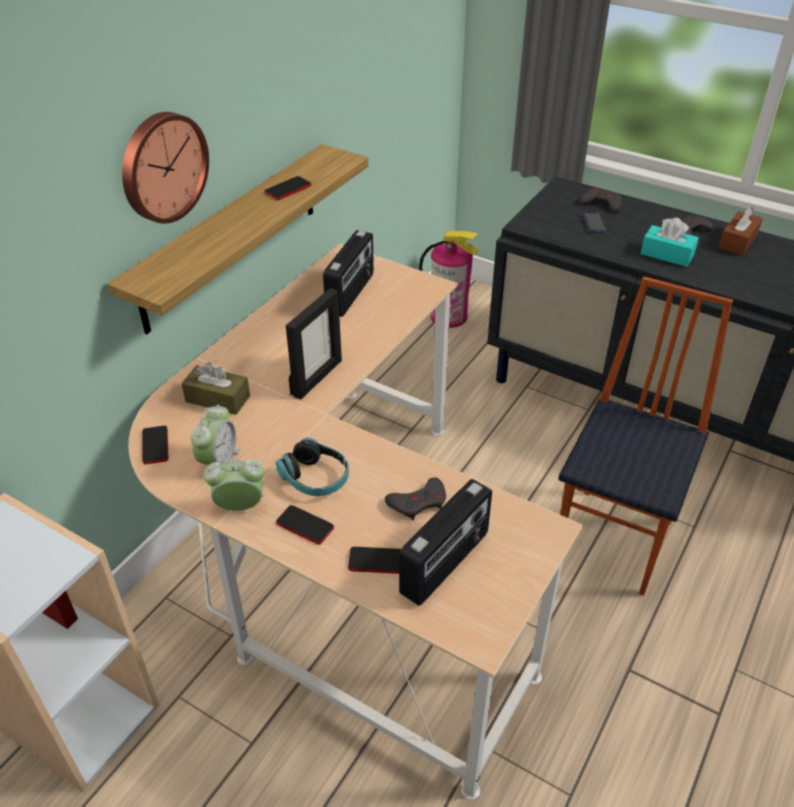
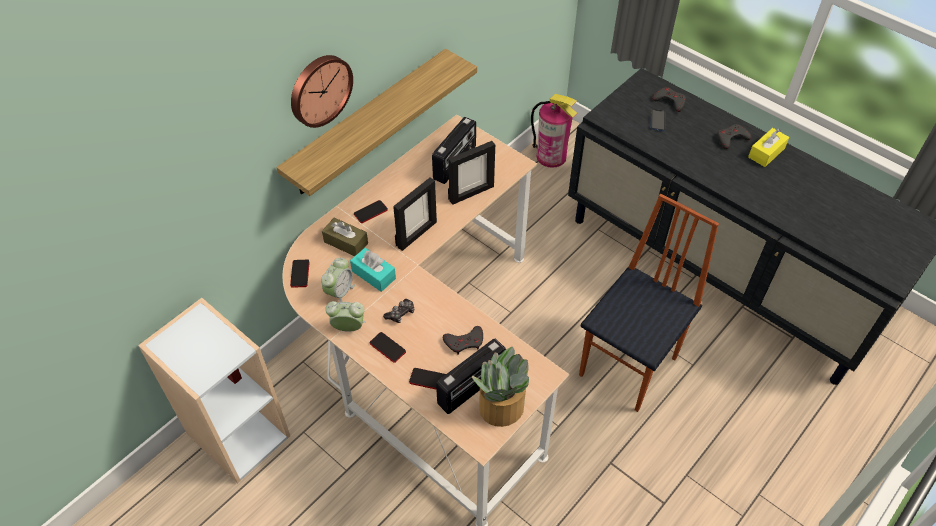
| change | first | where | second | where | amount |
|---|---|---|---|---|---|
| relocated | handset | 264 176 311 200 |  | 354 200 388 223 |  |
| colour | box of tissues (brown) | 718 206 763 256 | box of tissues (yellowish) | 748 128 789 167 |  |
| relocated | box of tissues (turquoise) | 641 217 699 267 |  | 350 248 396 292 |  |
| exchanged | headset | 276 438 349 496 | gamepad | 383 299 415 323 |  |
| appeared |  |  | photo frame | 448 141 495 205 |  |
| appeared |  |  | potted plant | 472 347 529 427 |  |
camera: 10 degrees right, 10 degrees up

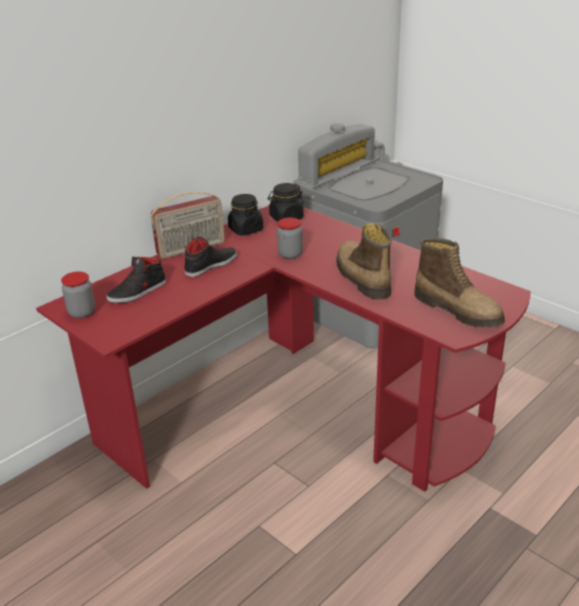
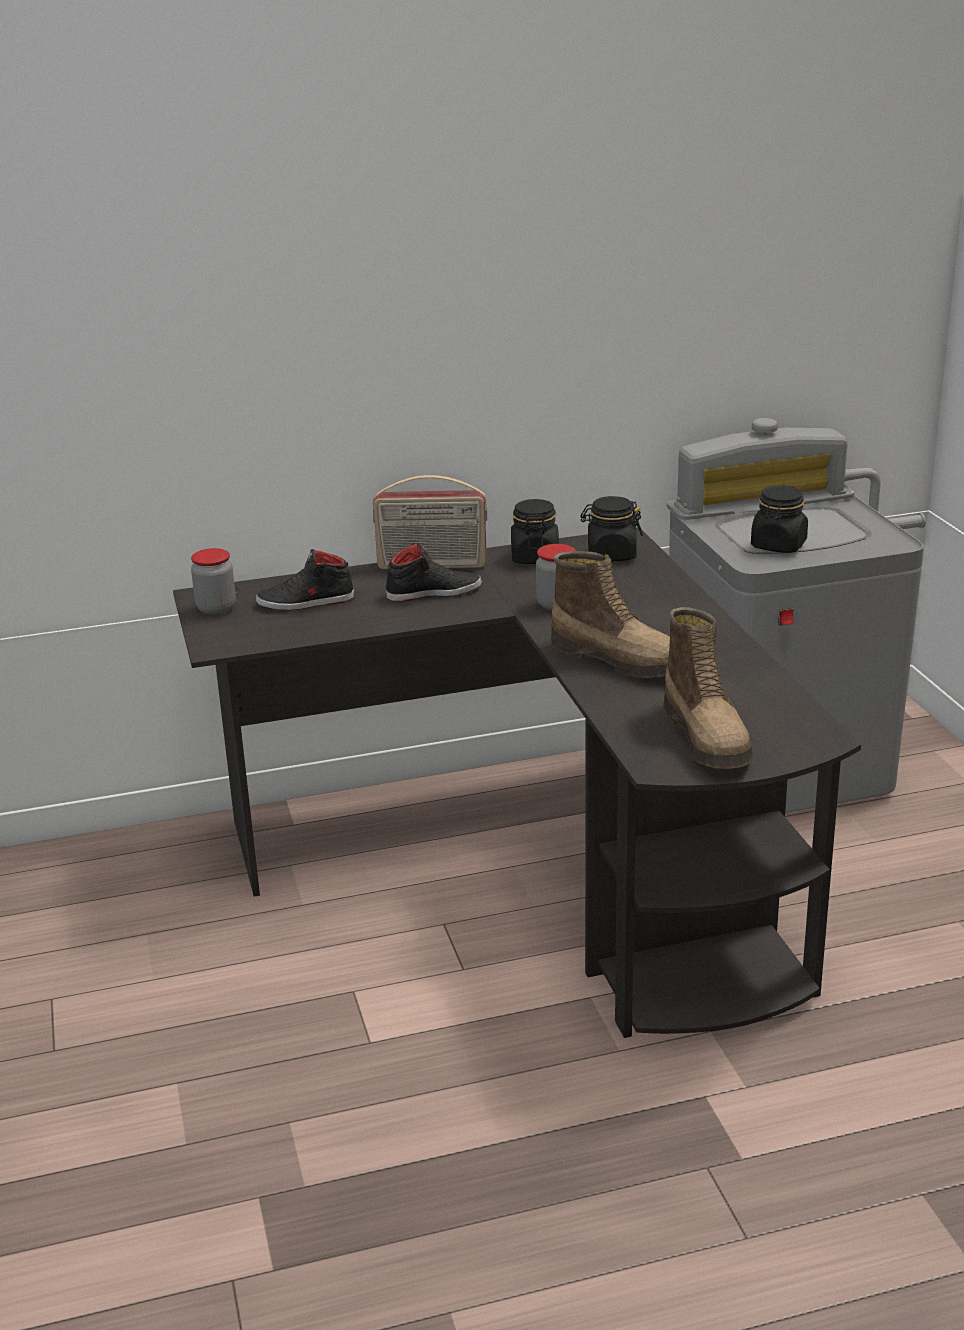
| change | first | where | second | where | amount |
|---|---|---|---|---|---|
| colour | desk (red) | 36 205 531 492 | desk (black-coloured) | 173 528 861 1038 |  |
| spun | high-top boot | 336 223 392 300 |  | 551 551 670 678 | 120 degrees clockwise |
| appeared |  |  | preserve jar (black-coloured) | 751 485 808 553 |  |
camera: 30 degrees right, 5 degrees down

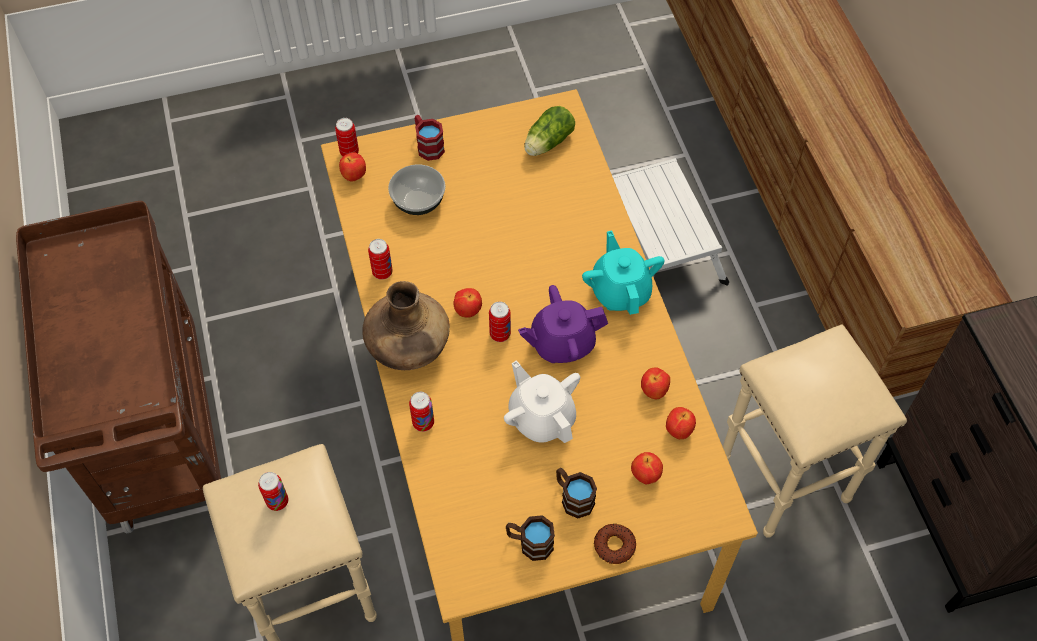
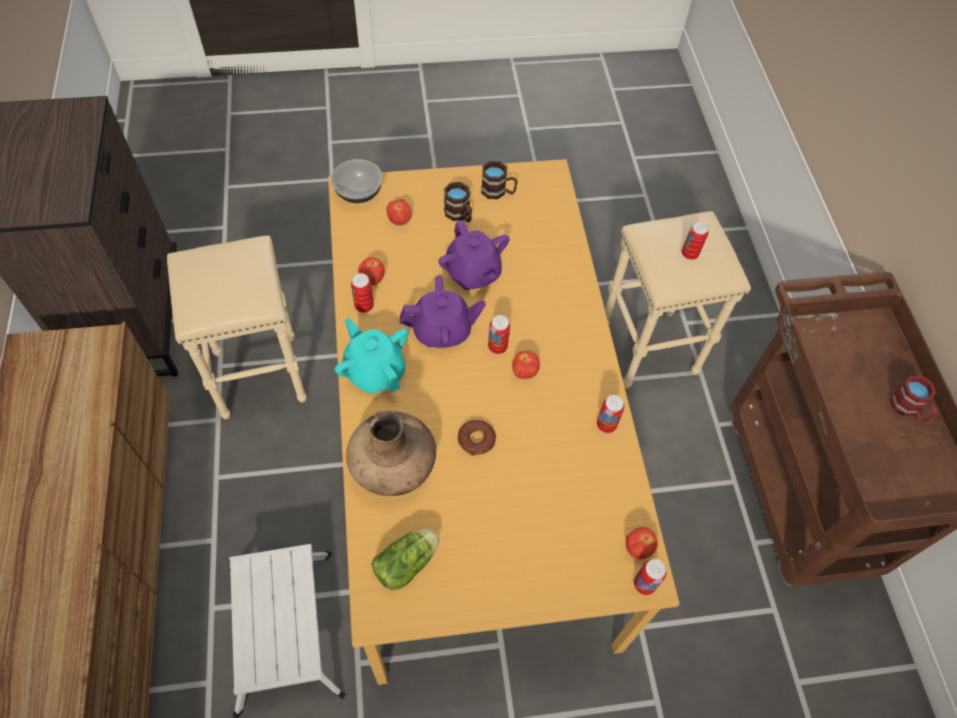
| change | first | where | second | where | amount |
|---|---|---|---|---|---|
| relocated | coffee mug (red) | 415 115 445 161 |  | 889 376 938 422 |  |
| relocated | deep dish | 388 164 445 215 |  | 331 159 382 203 |  |
| spun | tea pot (turquoise) | 582 231 665 315 |  | 335 318 408 393 | 150 degrees clockwise |
| relocated | decorative vase (brown) | 362 281 450 370 |  | 346 410 436 496 |  |
| colour | tea pot (whitish) | 504 360 580 443 | tea pot (purple) | 439 220 510 290 |  |
| relocated | sealed can | 409 392 434 432 |  | 351 273 374 313 |  |
| missing | apple fruit | 666 407 696 439 |  |  |  |
| relocated | doughnut | 594 524 636 564 |  | 458 420 496 456 |  |
camera: 175 degrees left, 0 degrees up

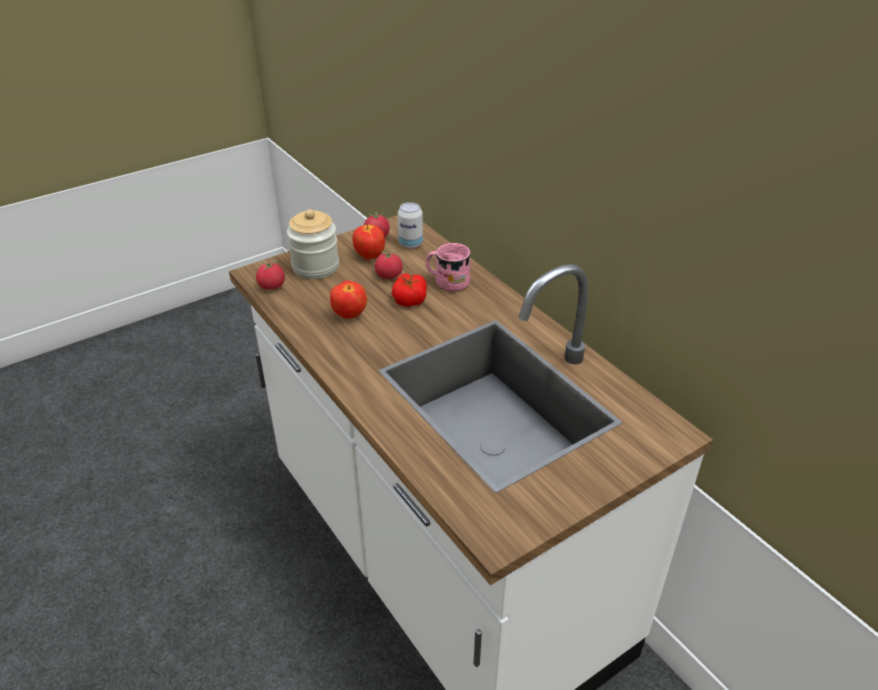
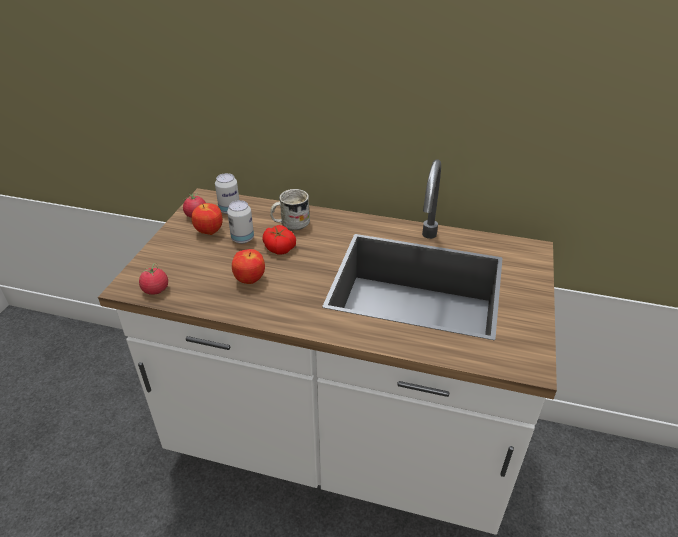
| change | first | where | second | where | amount |
|---|---|---|---|---|---|
| missing | preserve jar | 287 209 339 279 |  |  |  |
| colour | coffee mug (pinkish) | 426 243 471 292 | coffee mug (whitish) | 270 189 310 231 |  |
| exchanged | whole tomato | 375 250 403 279 | sealed can | 227 200 254 244 |  |
camera: 40 degrees left, 0 degrees up

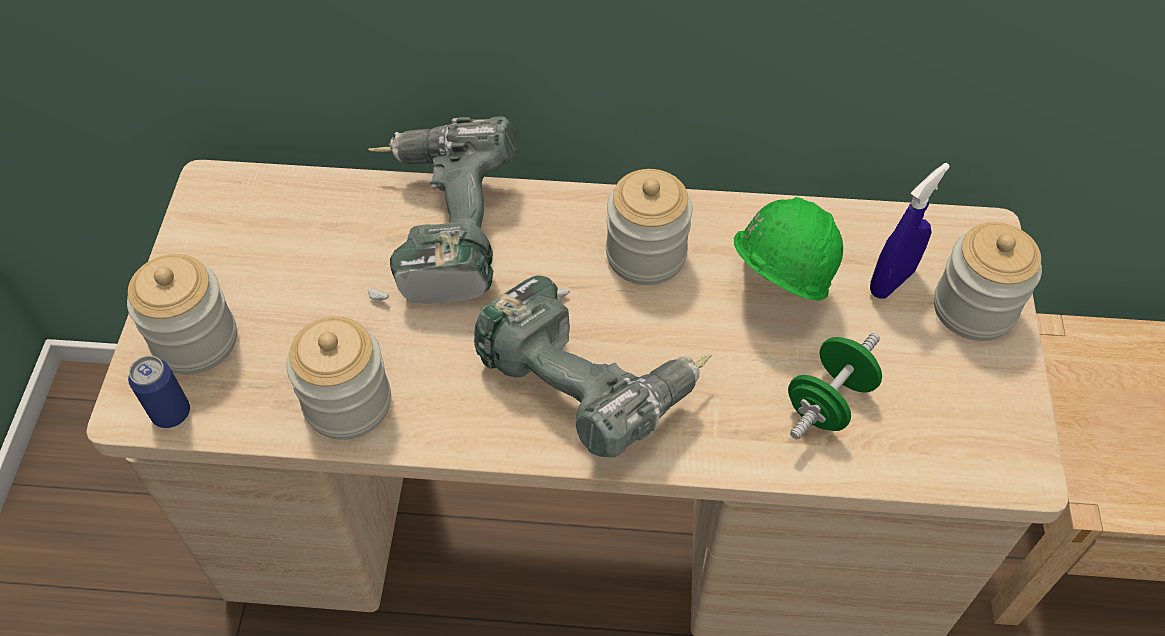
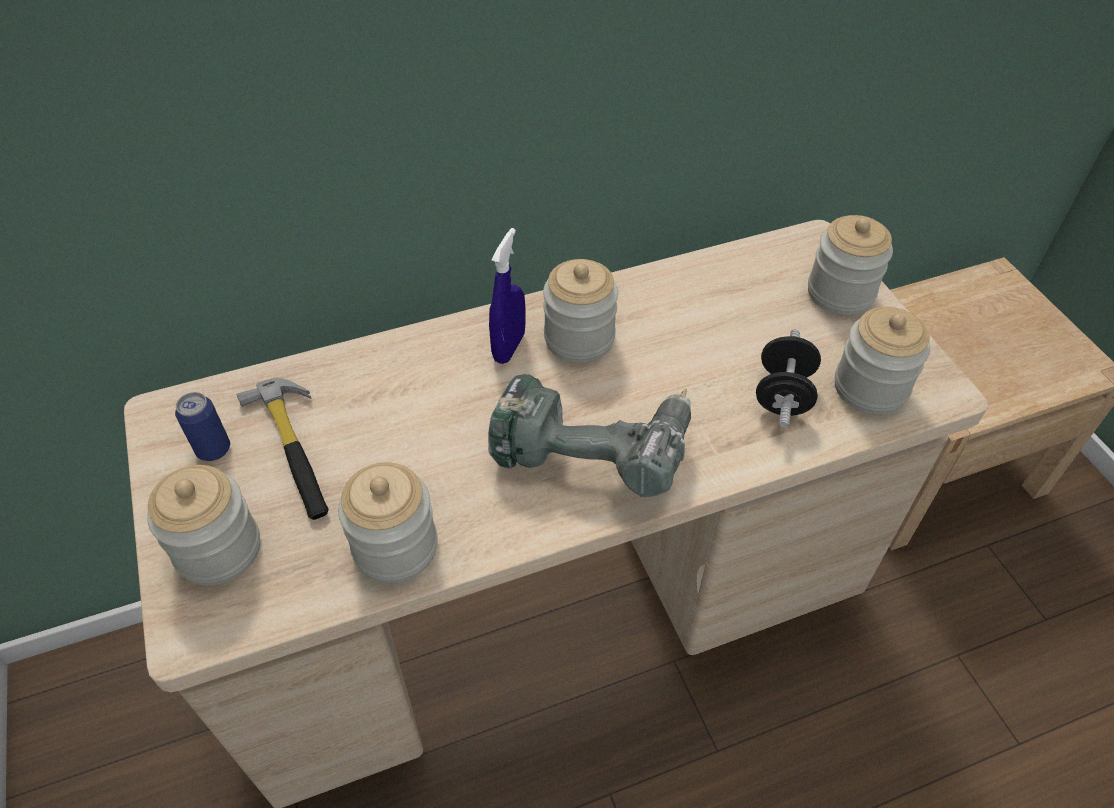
| change | first | where | second | where | amount |
|---|---|---|---|---|---|
| missing | drill | 368 116 516 304 |  |  |  |
| relocated | sprayer (blue-coloured) | 870 163 950 299 |  | 489 228 525 364 |  |
| missing | safety helmet (greenish) | 733 197 843 301 |  |  |  |
| colour | dumbbell (greenish) | 788 333 882 439 | dumbbell (black-coloured) | 756 329 821 428 |  |
| relocated | sealed can | 128 356 190 428 |  | 175 392 230 461 |  |
| appeared |  |  | preserve jar | 835 307 930 415 |  |
| appeared |  |  | tool hammer | 236 378 329 520 |  |
camera: 25 degrees left, 5 degrees down

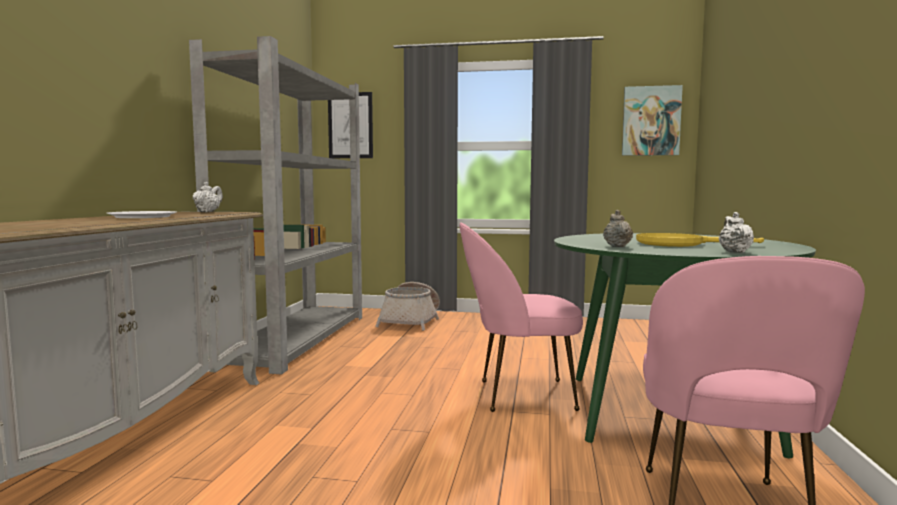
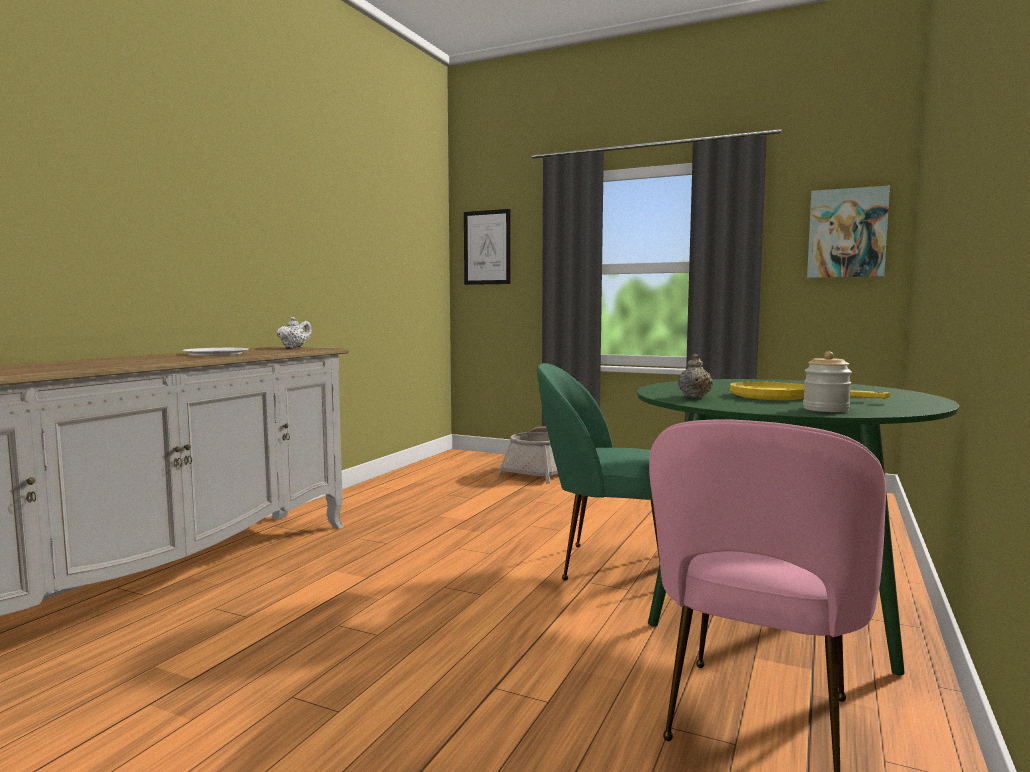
| change | first | where | second | where | amount |
|---|---|---|---|---|---|
| missing | shelving unit (greyish) | 189 36 362 374 |  |  |  |
| exchanged | tea pot (whitish) | 719 212 754 253 | preserve jar | 803 351 852 412 |  |
| colour | chair (pinkish) | 459 222 583 412 | chair (greenish) | 537 363 660 581 |  |
camera: 15 degrees right, 0 degrees up

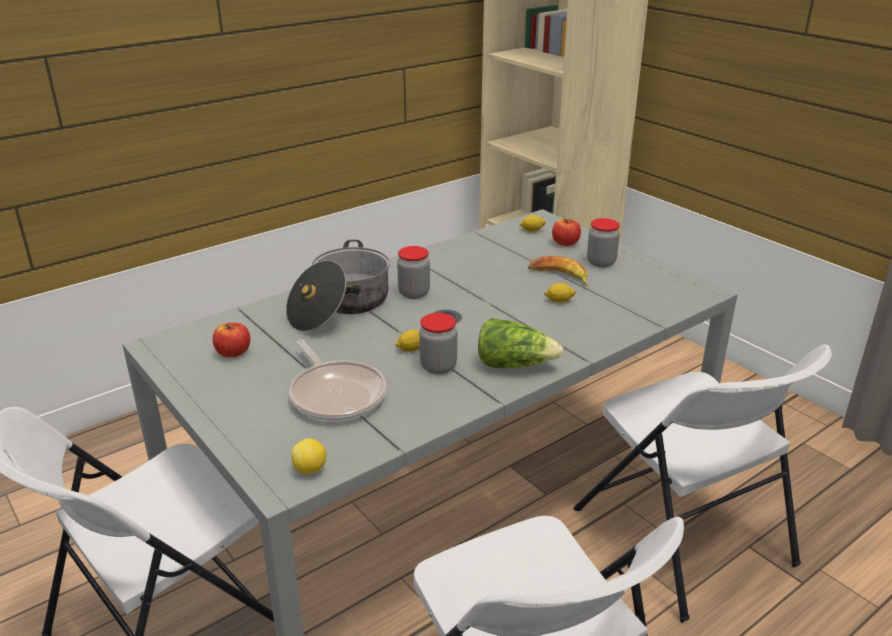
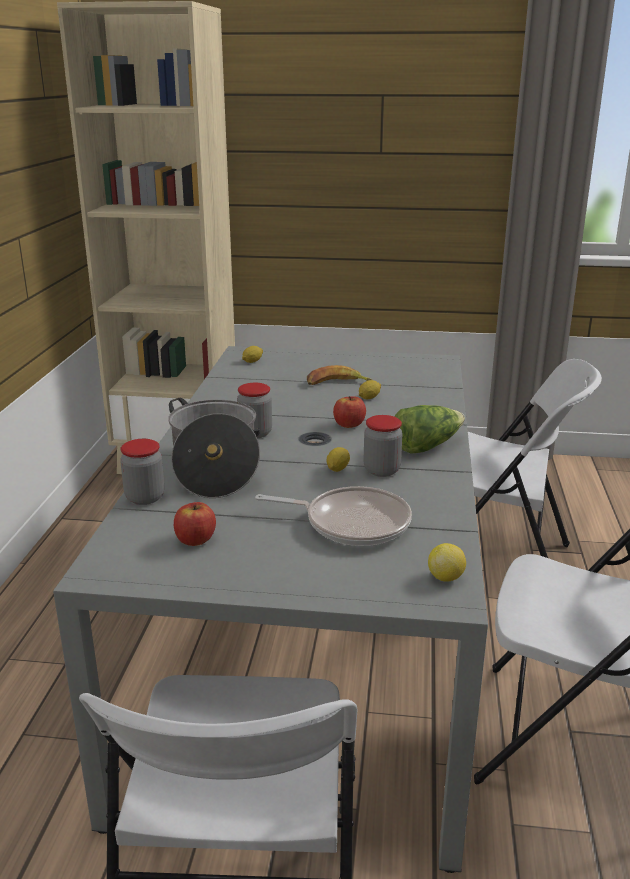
| change | first | where | second | where | amount |
|---|---|---|---|---|---|
| relocated | preserve jar | 587 218 620 268 |  | 120 439 164 505 |  |
| relocated | apple fruit | 552 219 581 246 |  | 333 396 366 428 |  |
camera: 45 degrees left, 5 degrees down

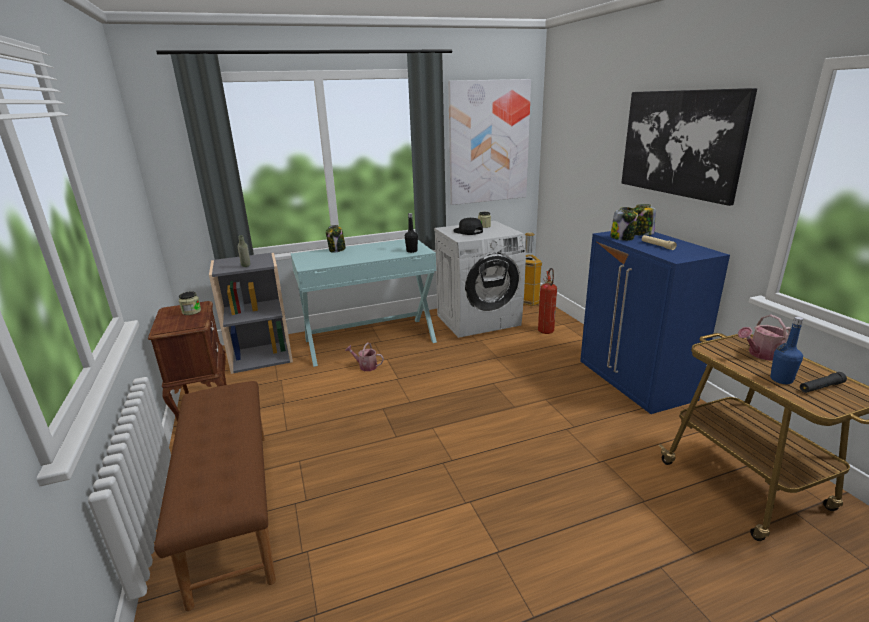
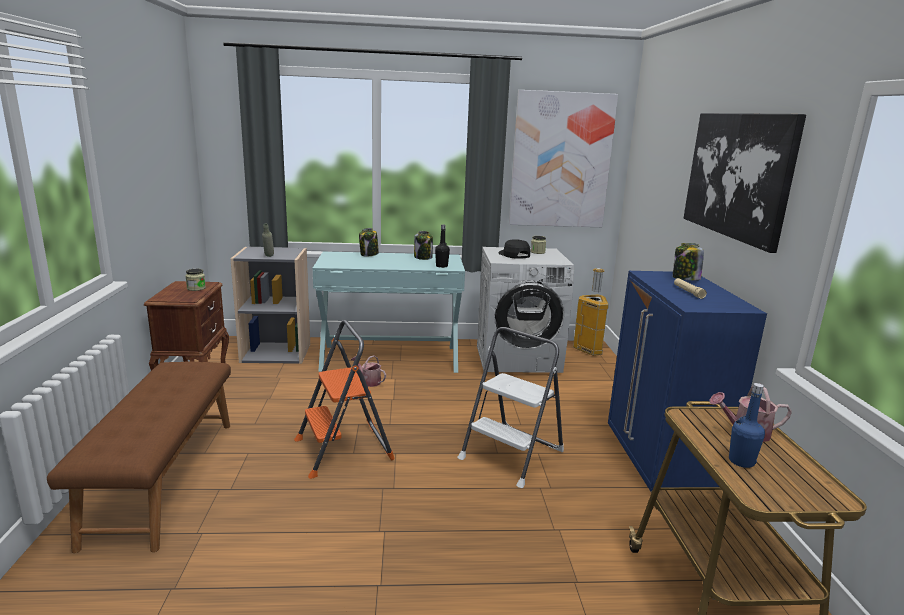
| change | first | where | second | where | amount |
|---|---|---|---|---|---|
| relocated | preserve jar | 610 207 638 241 |  | 414 231 433 260 |  |
| missing | fire extinguisher | 538 268 557 334 |  |  |  |
| missing | hand torch (black-coloured) | 800 372 847 393 |  |  |  |
| appeared |  |  | step ladder (orangey) | 294 320 394 479 |  |
| appeared |  |  | step ladder (whitish) | 457 327 564 488 |  |
camera: 15 degrees right, 5 degrees down

